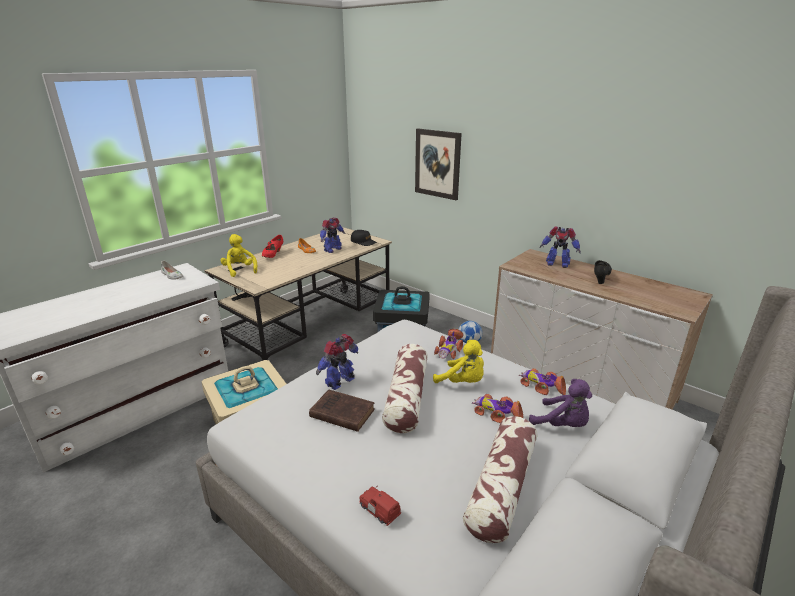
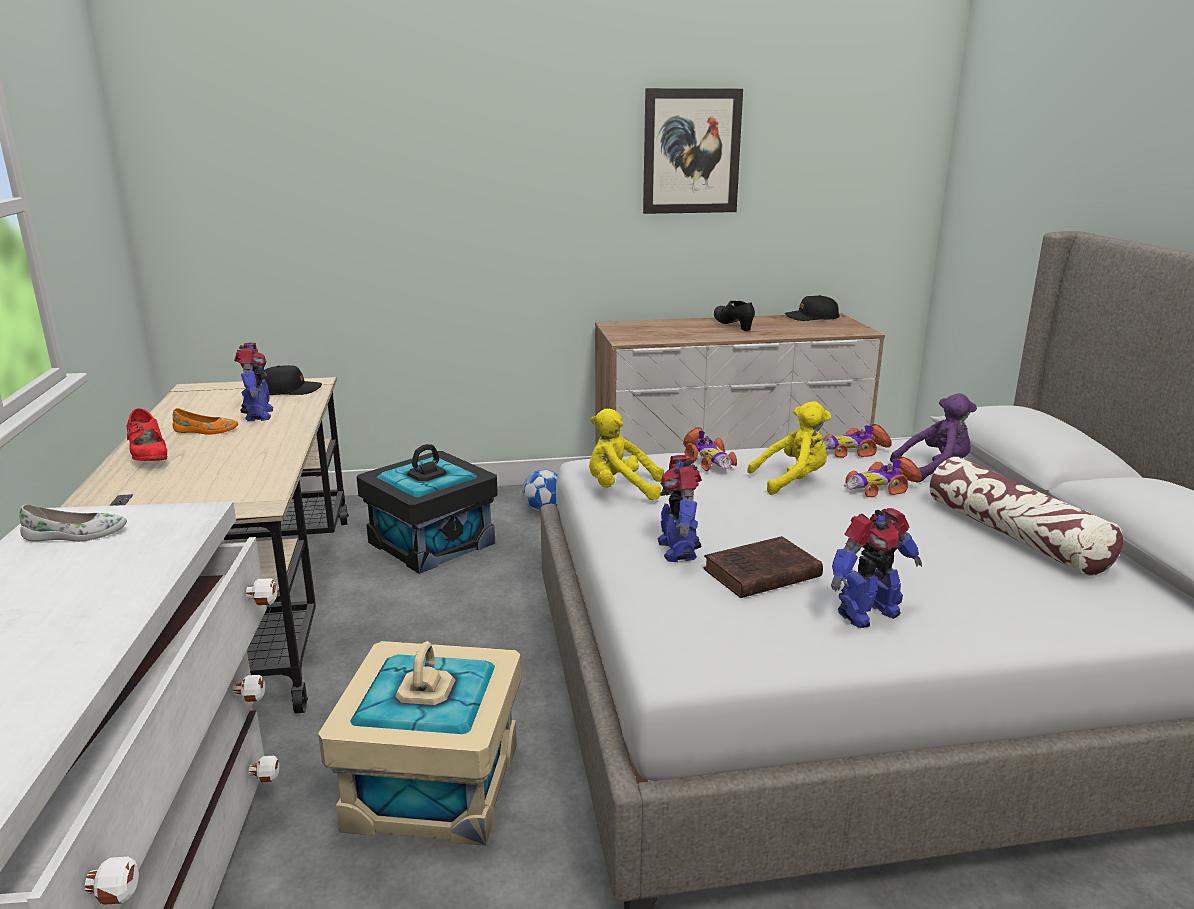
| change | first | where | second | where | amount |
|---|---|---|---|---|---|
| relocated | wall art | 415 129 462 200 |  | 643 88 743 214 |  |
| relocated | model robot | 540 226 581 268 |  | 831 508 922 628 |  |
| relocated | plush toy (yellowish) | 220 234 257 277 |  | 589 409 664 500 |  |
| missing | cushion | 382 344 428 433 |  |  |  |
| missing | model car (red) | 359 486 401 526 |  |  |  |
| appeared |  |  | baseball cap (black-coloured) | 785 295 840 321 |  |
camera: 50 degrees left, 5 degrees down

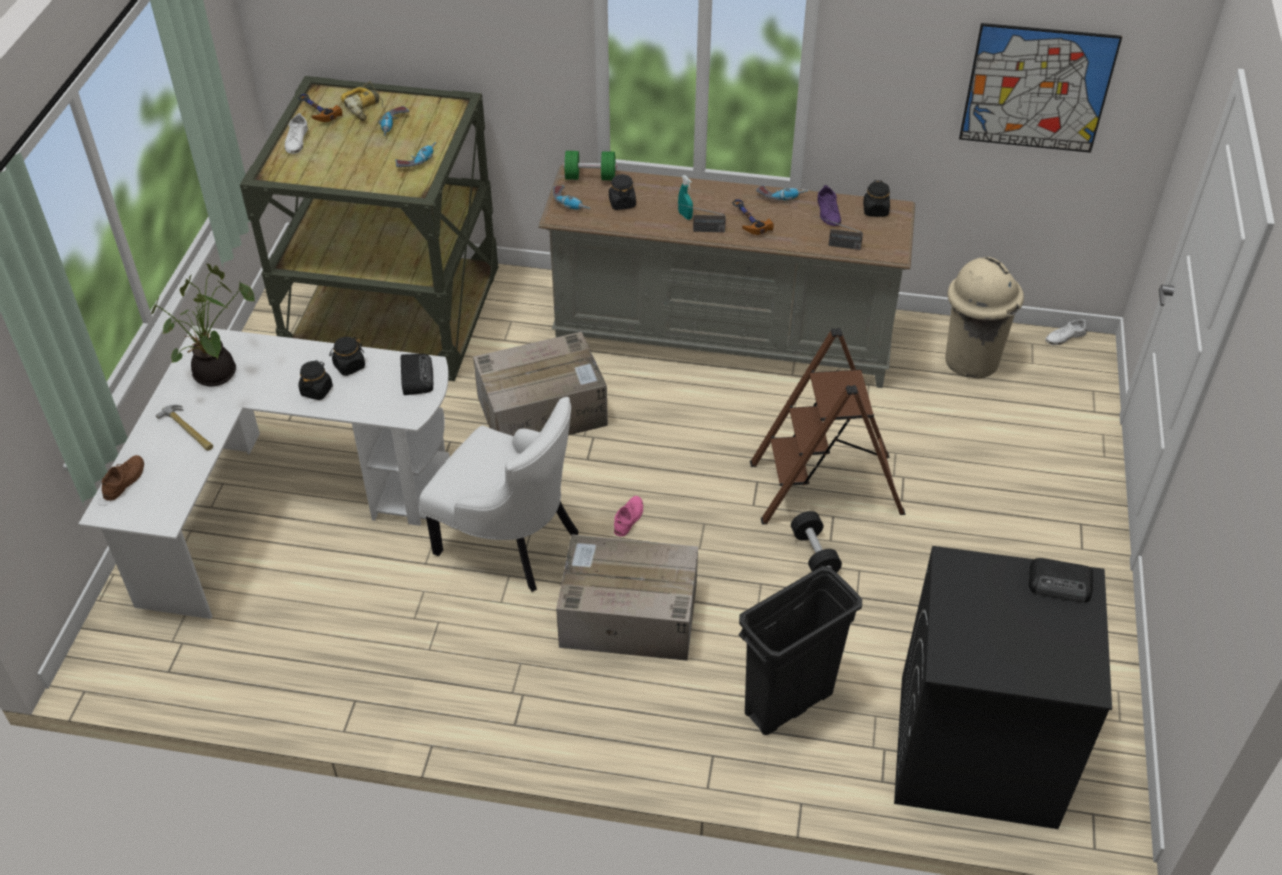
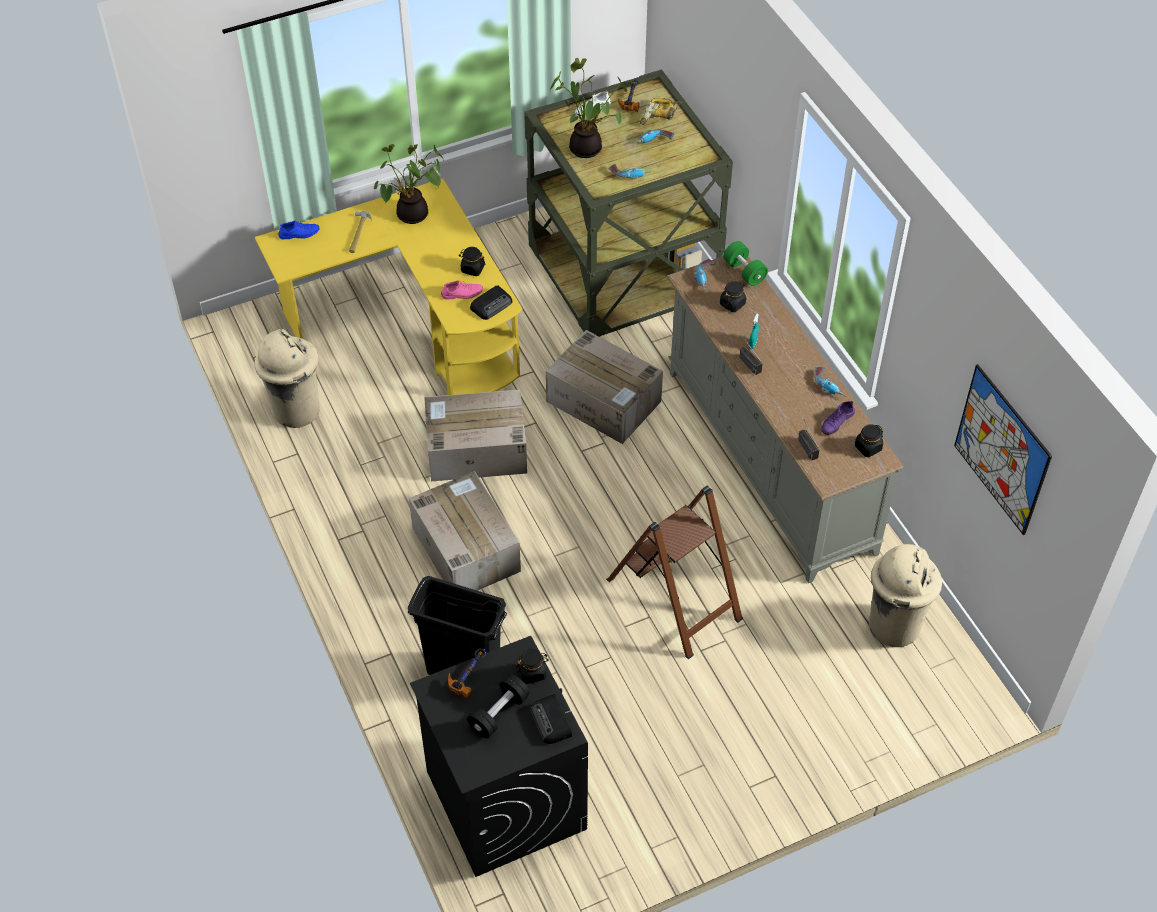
| change | first | where | second | where | amount |
|---|---|---|---|---|---|
| relocated | tool hammer | 732 199 774 235 |  | 448 649 486 698 |  |
| missing | low shoe (whitish) | 1046 319 1087 345 |  |  |  |
| colour | desk (whitish) | 79 326 450 619 | desk (yellowish) | 255 178 522 395 |  |
| relocated | preserve jar (black-coloured) | 298 360 333 400 |  | 516 649 549 684 |  |
| exchanged | chair (whitish) | 419 397 578 592 | carton | 424 389 527 481 |  |
| colour | low shoe (brown) | 102 455 144 501 | low shoe (blue-coloured) | 279 221 320 239 |  |
| relocated | low shoe (pinkish) | 614 496 643 537 |  | 441 280 483 299 |  |
| relocated | dumbbell (black-coloured) | 791 511 842 573 |  | 467 674 530 738 |  |
| appeared |  |  | potted plant | 550 58 627 158 |  |
| appeared |  |  | waste bin (beige-coloured) | 255 329 320 428 |  |
camera: 55 degrees right, 5 degrees up

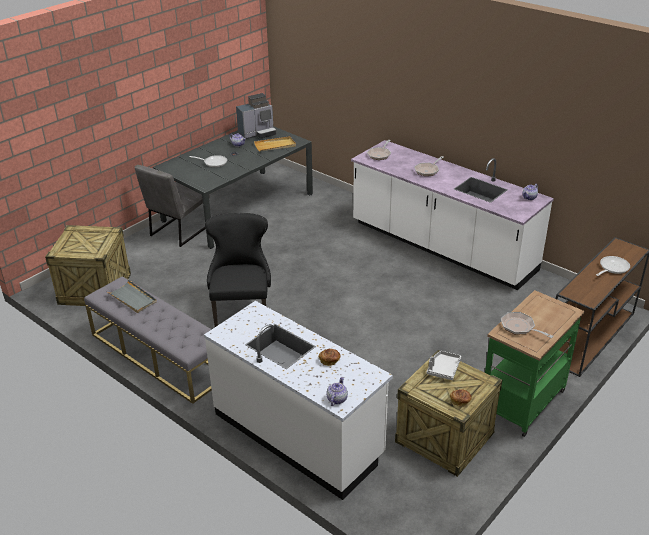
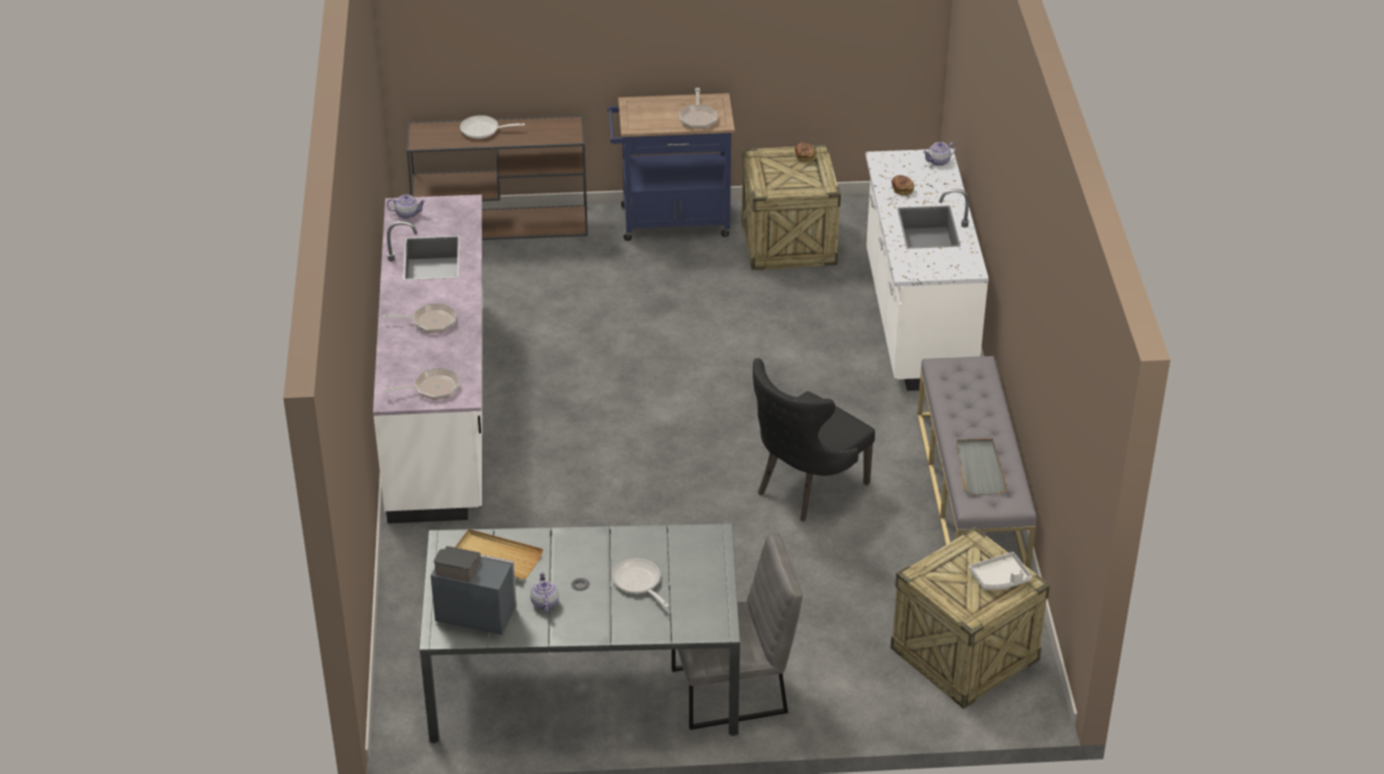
| change | first | where | second | where | amount |
|---|---|---|---|---|---|
| colour | cart (greenish) | 485 290 585 437 | cart (blue-coloured) | 607 93 735 241 |  |
| relocated | serving tray (greyish) | 427 351 461 380 |  | 969 552 1032 590 |  |
camera: 135 degrees left, 5 degrees up

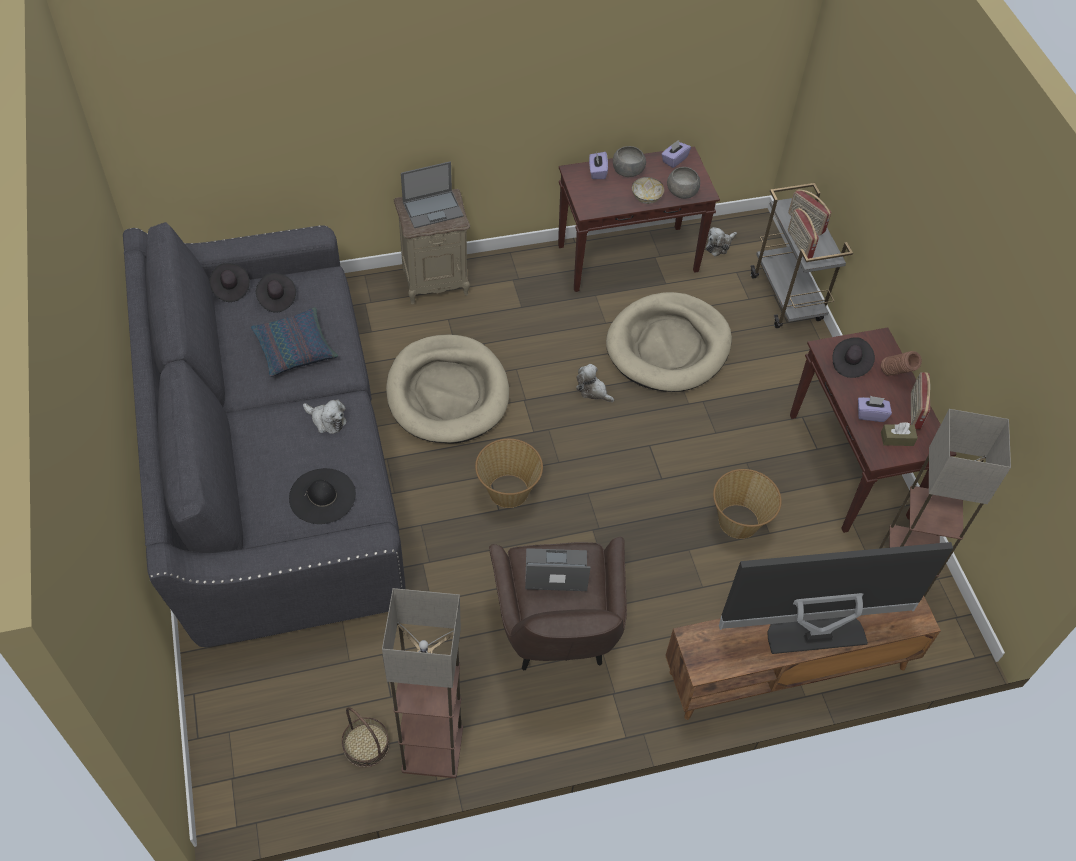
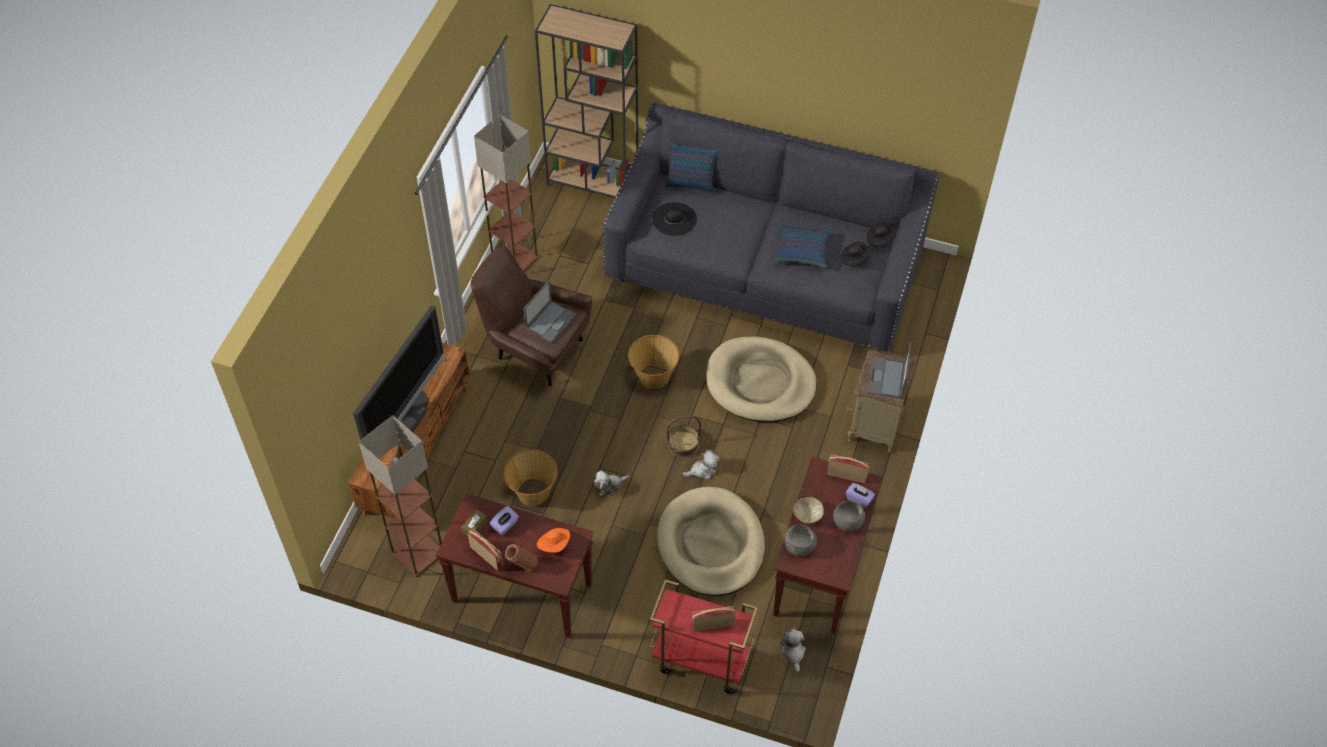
| change | first | where | second | where | amount |
|---|---|---|---|---|---|
| missing | box of tissues (purple) | 661 140 691 168 |  |  |  |
| colour | cart (greyish) | 751 183 853 328 | cart (red) | 650 579 758 695 |  |
| relocated | radio | 788 208 819 259 |  | 827 455 869 483 |  |
| colour | hat (black-coloured) | 832 337 875 378 | hat (orangey) | 537 528 570 553 |  |
| relocated | plush toy | 303 400 347 434 |  | 594 471 630 497 |  |
| relocated | storage basket | 342 707 389 768 |  | 667 416 701 457 |  |
| appeared |  |  | shelving unit | 535 4 638 198 |  |
| appeared |  |  | cushion (blue-coloured) | 665 142 718 194 |  |
camera: 125 degrees right, 0 degrees up

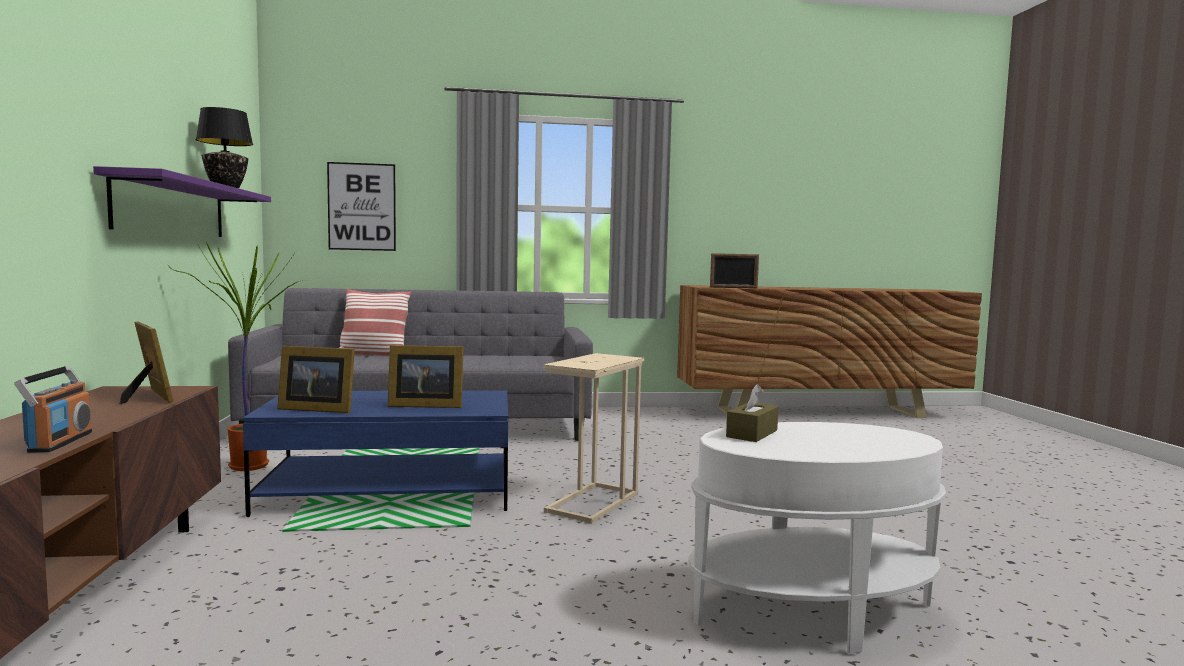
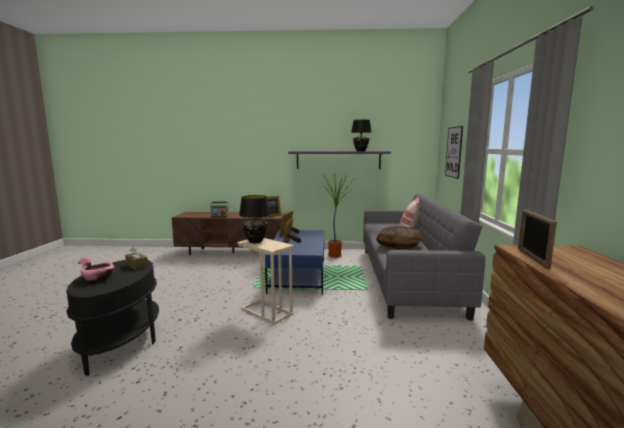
| change | first | where | second | where | amount |
|---|---|---|---|---|---|
| colour | side table (whitish) | 689 422 946 654 | side table (black-coloured) | 66 260 159 376 |  |
| appeared |  |  | table lamp (black-coloured) | 239 195 270 243 |  |
| appeared |  |  | cushion | 376 226 423 249 |  |
| appeared |  |  | deep dish (pinkish) | 78 257 115 282 |  |
camera: 100 degrees right, 5 degrees up

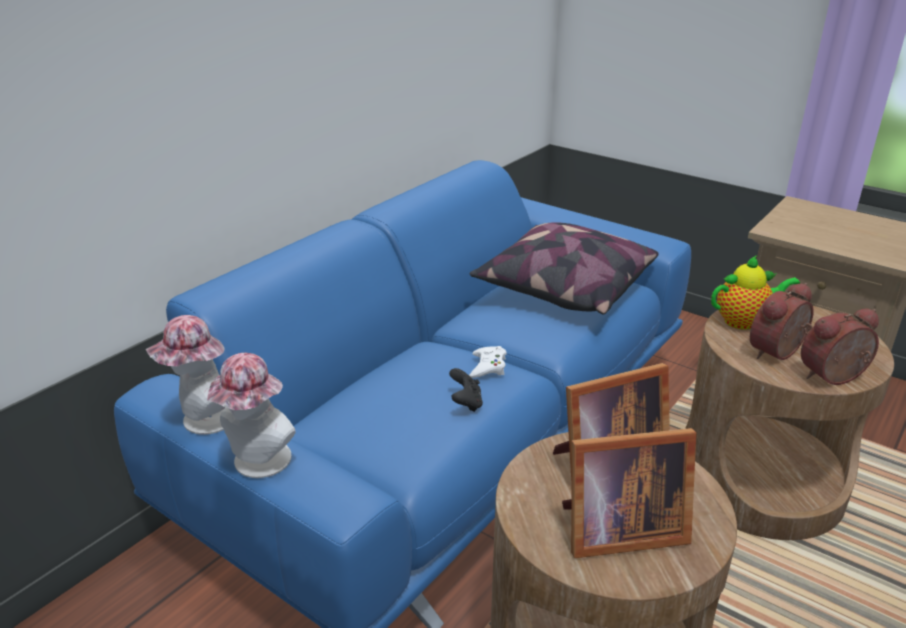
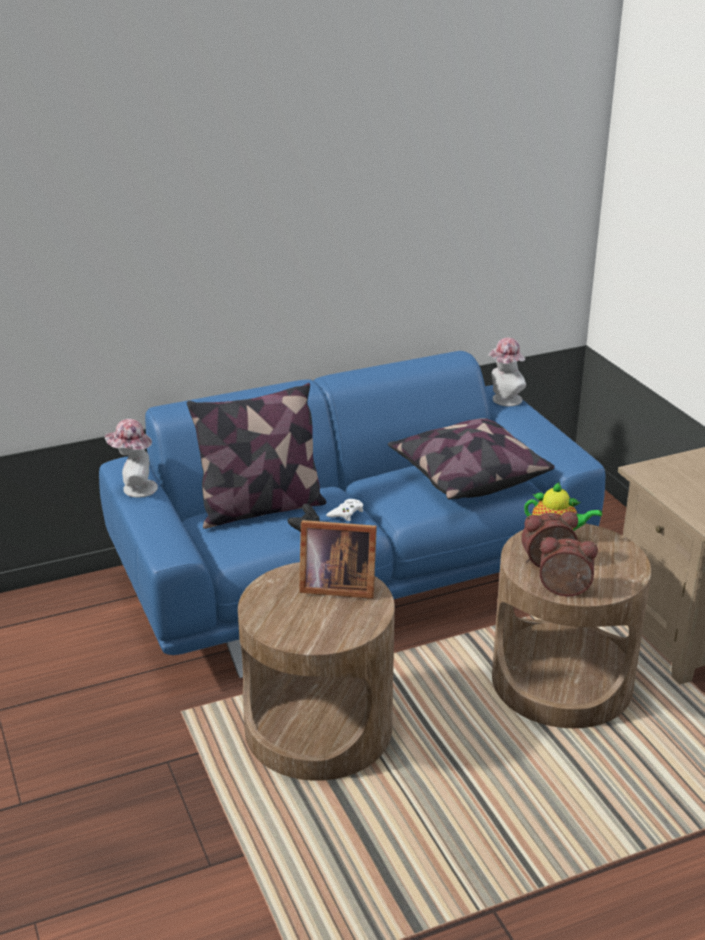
| change | first | where | second | where | amount |
|---|---|---|---|---|---|
| relocated | hat | 207 353 296 478 |  | 488 337 526 406 |  |
| missing | photo frame | 562 428 696 558 |  |  |  |
| appeared |  |  | cushion | 187 383 326 529 |  |
camera: 30 degrees right, 0 degrees up

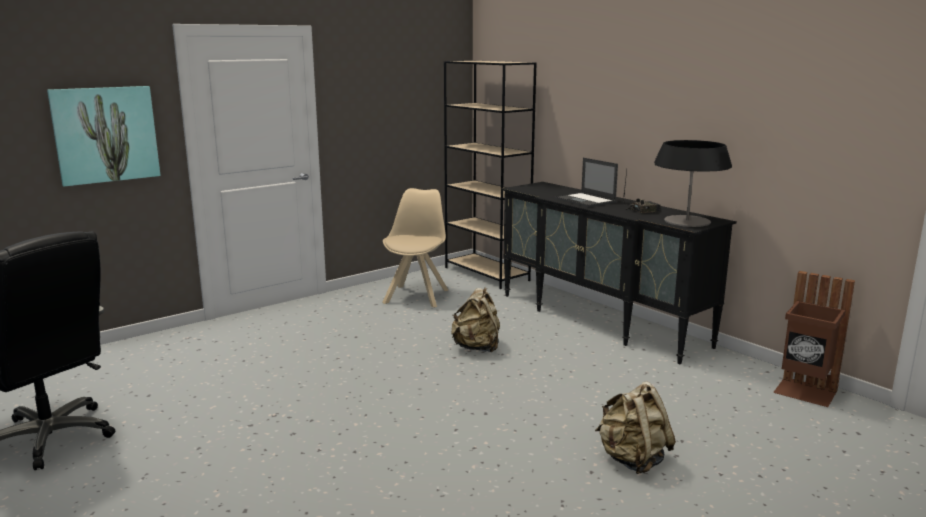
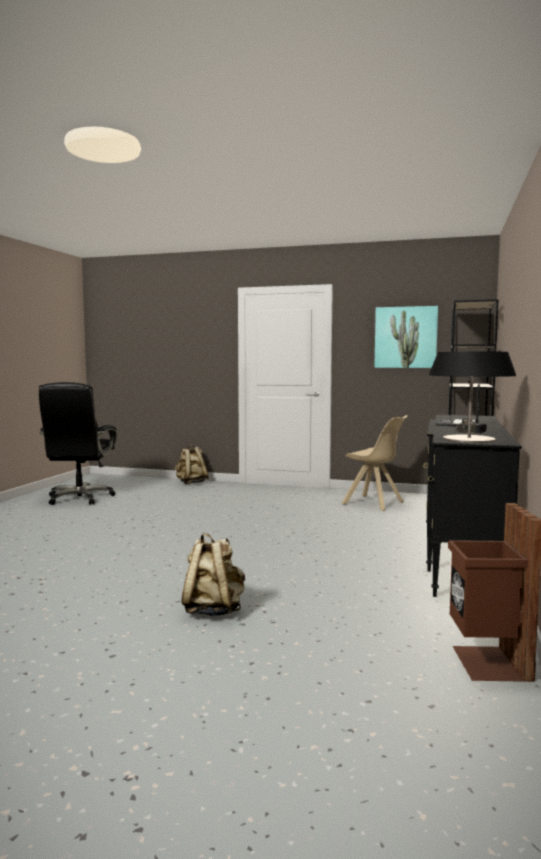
| change | first | where | second | where | amount |
|---|---|---|---|---|---|
| relocated | wall art | 47 86 161 186 |  | 374 306 438 368 |  |
| spun | chair (beige-coloured) | 382 188 449 308 |  | 342 415 407 511 | 60 degrees clockwise |
| relocated | knapsack (beige-coloured) | 451 288 500 353 |  | 175 444 209 484 |  |
camera: 55 degrees right, 10 degrees down

